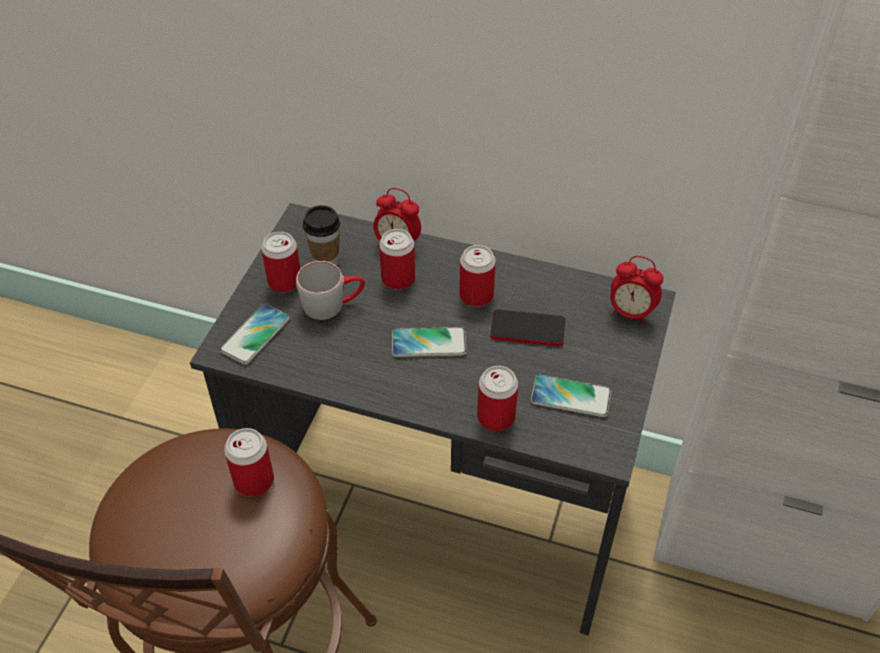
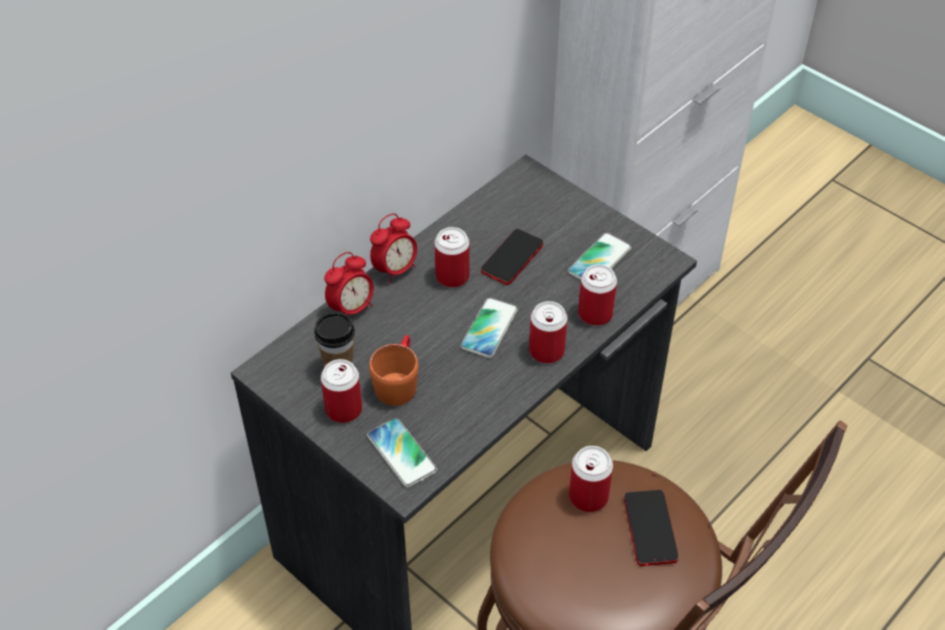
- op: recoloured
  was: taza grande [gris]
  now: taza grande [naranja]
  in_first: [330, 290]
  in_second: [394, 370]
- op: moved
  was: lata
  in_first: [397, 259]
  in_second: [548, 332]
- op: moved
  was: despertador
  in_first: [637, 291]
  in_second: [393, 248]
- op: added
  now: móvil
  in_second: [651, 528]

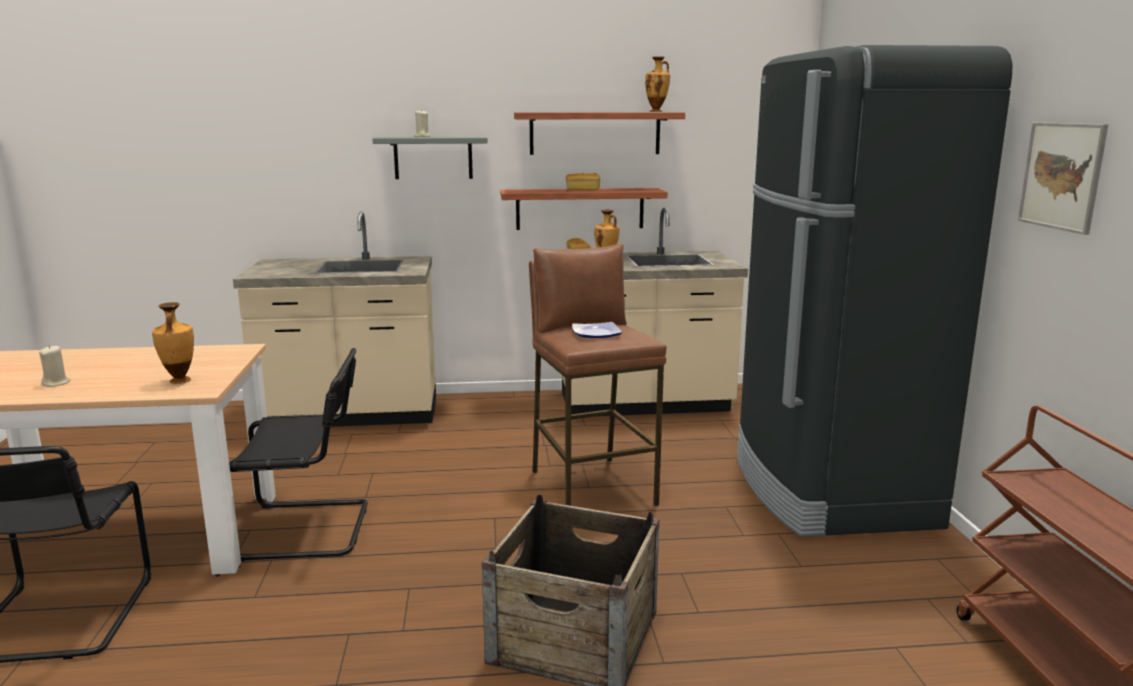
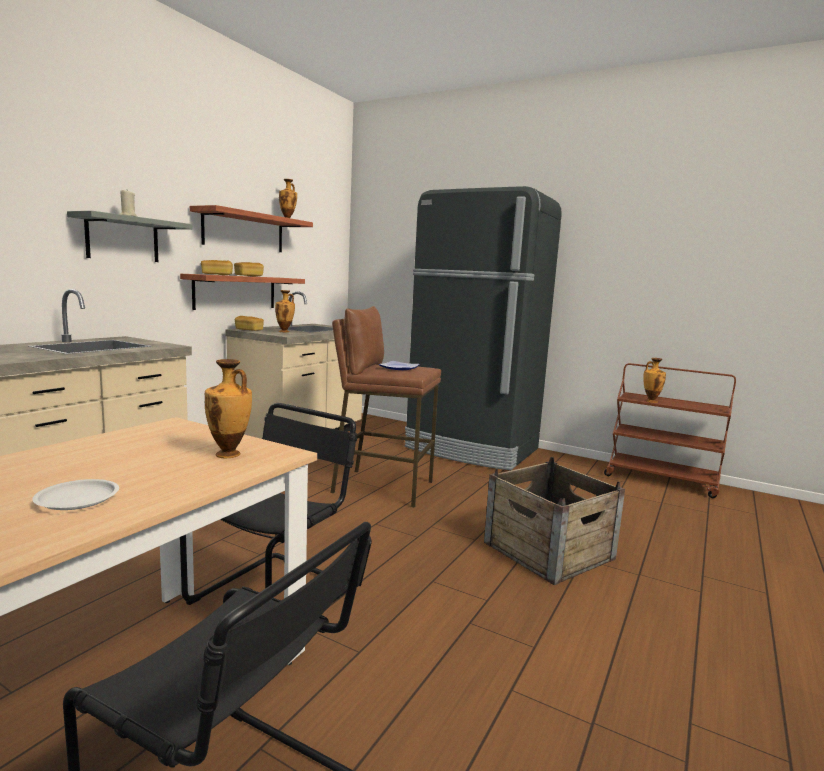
- op: replaced
  was: vela [beis]
  now: plato [blanco]
  in_first: [54, 366]
  in_second: [75, 494]
- op: removed
  was: cuadro
  in_first: [1063, 178]
- op: added
  now: pan
  in_second: [217, 267]
- op: added
  now: florero
  in_second: [654, 380]

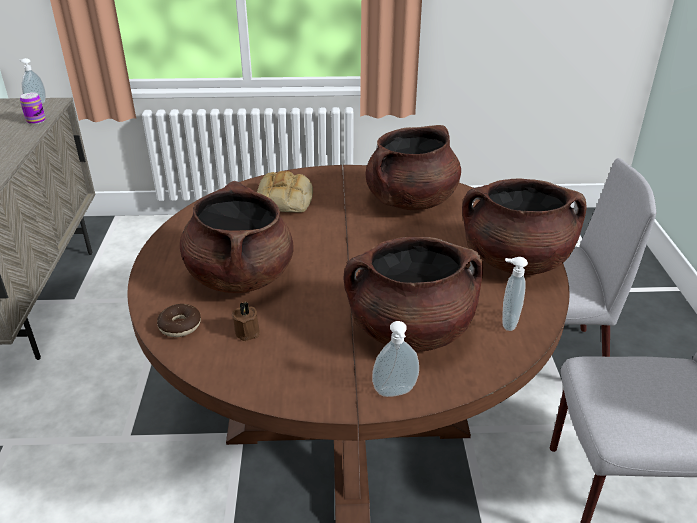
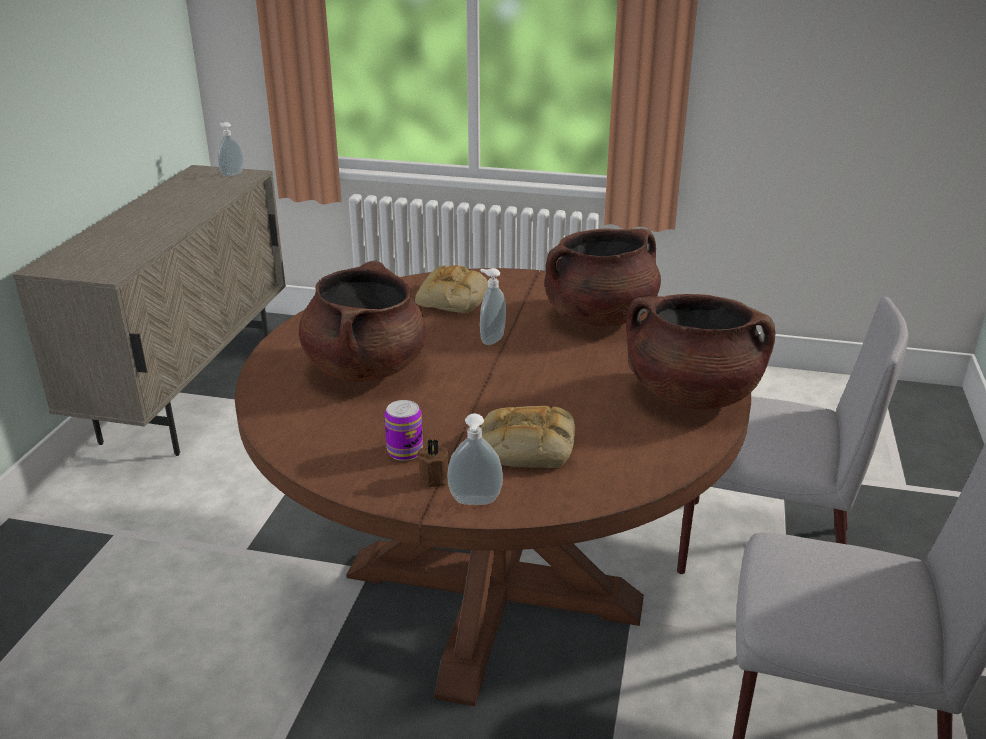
- op: moved
  was: lata
  in_first: [32, 108]
  in_second: [403, 430]
- op: removed
  was: rosquilla
  in_first: [179, 320]
- op: moved
  was: vela [marrón]
  in_first: [246, 321]
  in_second: [432, 463]
- op: replaced
  was: olla [marrón]
  now: pan
  in_first: [413, 294]
  in_second: [528, 437]
- op: moved
  was: dispensador de jabón
  in_first: [515, 294]
  in_second: [493, 306]

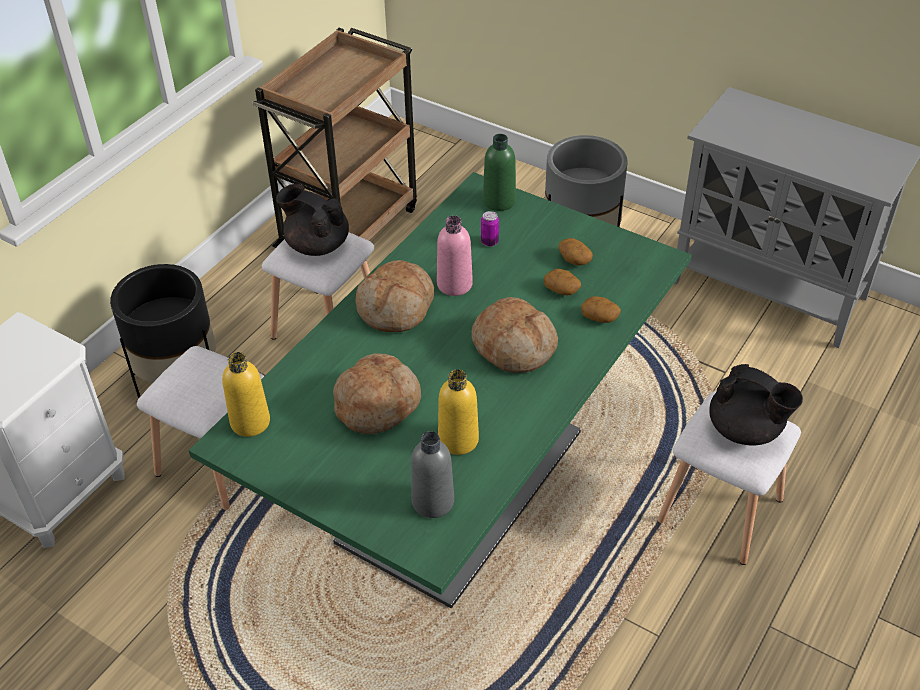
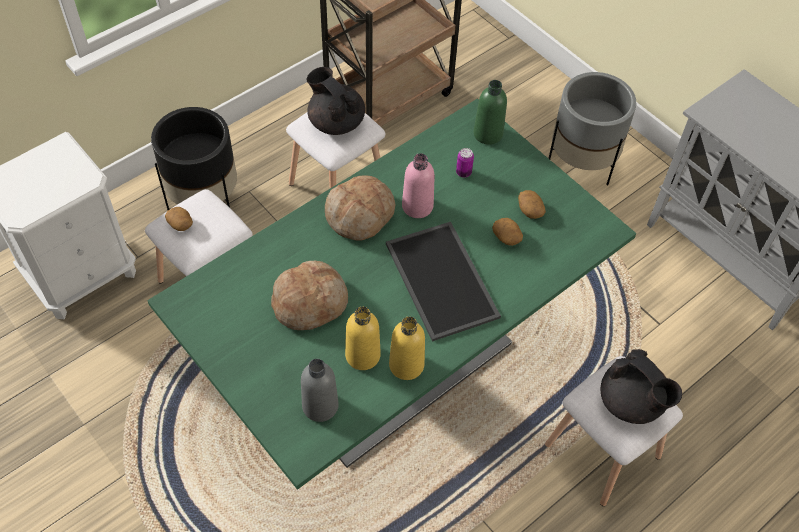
- op: moved
  was: botella [amarillo]
  in_first: [246, 394]
  in_second: [407, 348]
- op: replaced
  was: pan
  now: bandeja
  in_first: [514, 335]
  in_second: [443, 282]
- op: moved
  was: patata
  in_first: [601, 309]
  in_second: [179, 219]

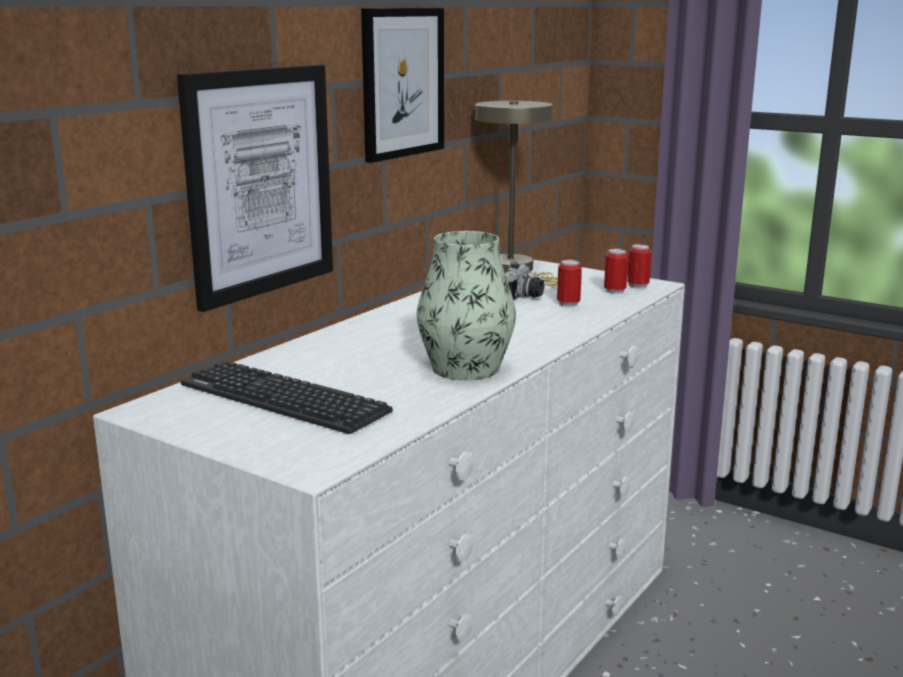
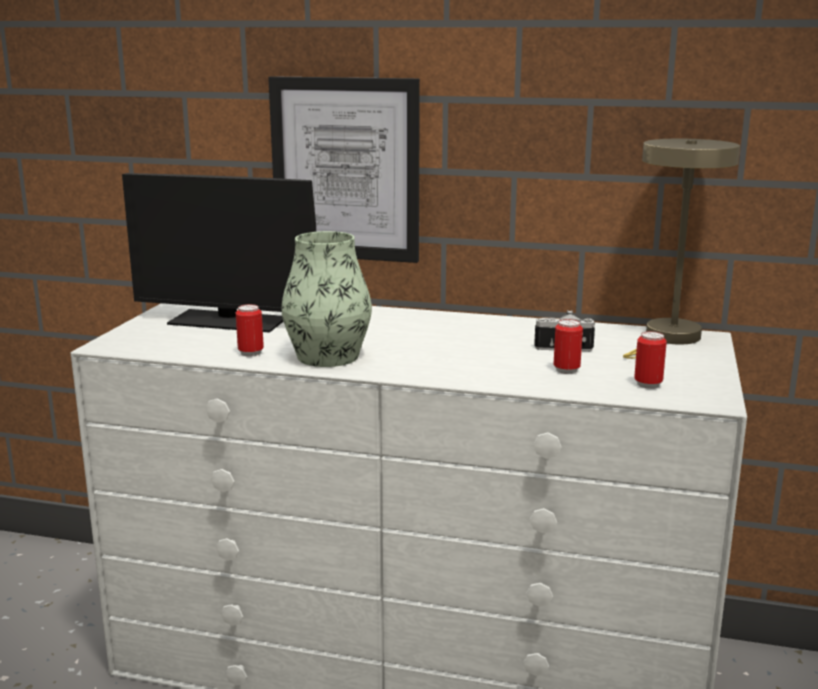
- op: replaced
  was: teclado
  now: monitor
  in_first: [287, 397]
  in_second: [219, 253]
- op: removed
  was: cuadro
  in_first: [402, 85]
- op: moved
  was: lata
  in_first: [639, 266]
  in_second: [250, 330]

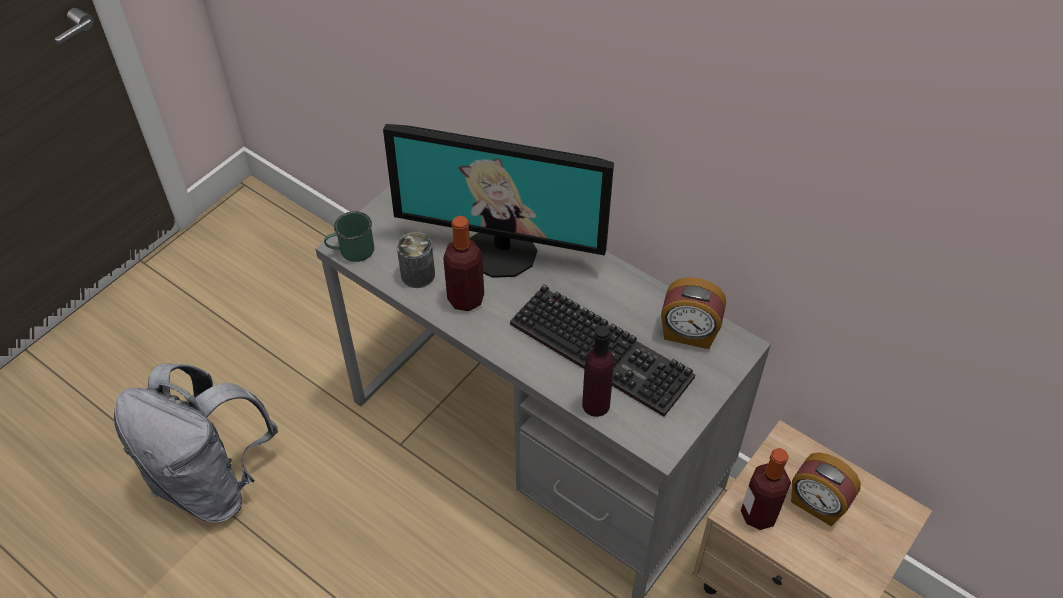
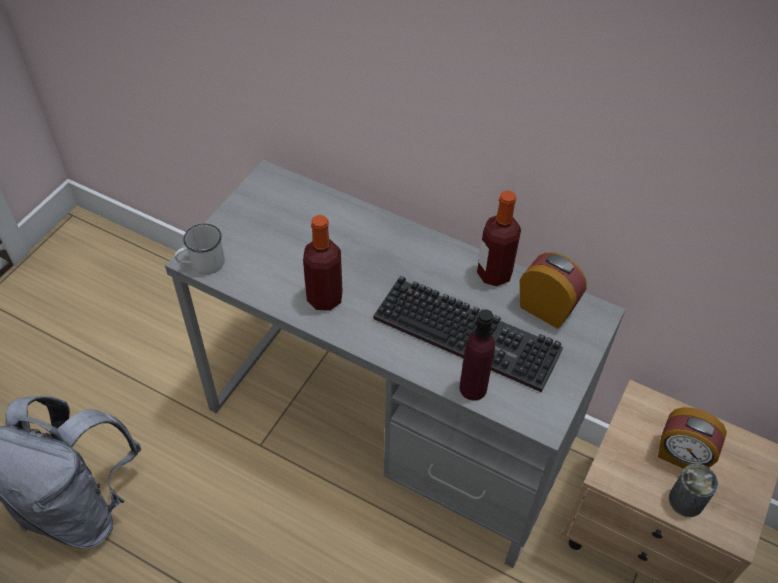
- op: recoloured
  was: taza grande [verde]
  now: taza grande [blanco]
  in_first: [349, 236]
  in_second: [199, 249]
- op: removed
  was: monitor
  in_first: [498, 201]
- op: moved
  was: lata
  in_first: [416, 260]
  in_second: [693, 490]
- op: turned
  was: despertador
  in_first: [693, 313]
  in_second: [553, 290]
  clockwise: -150
- op: moved
  was: botella
  in_first: [766, 489]
  in_second: [499, 238]

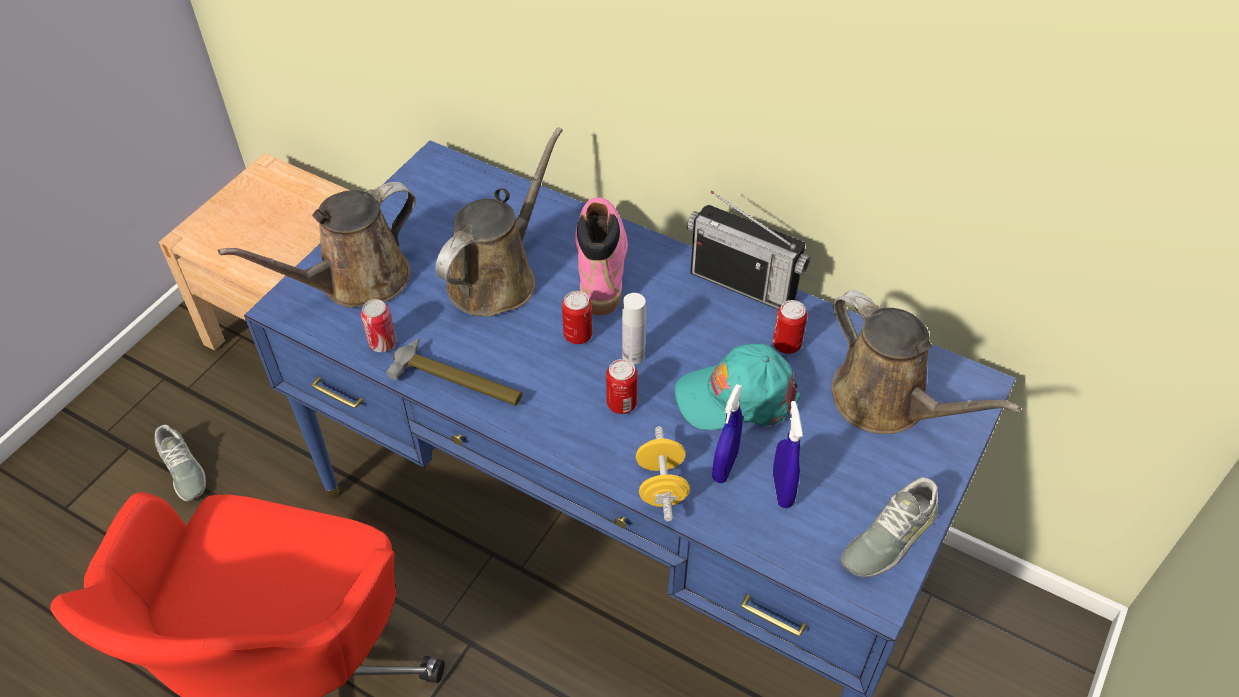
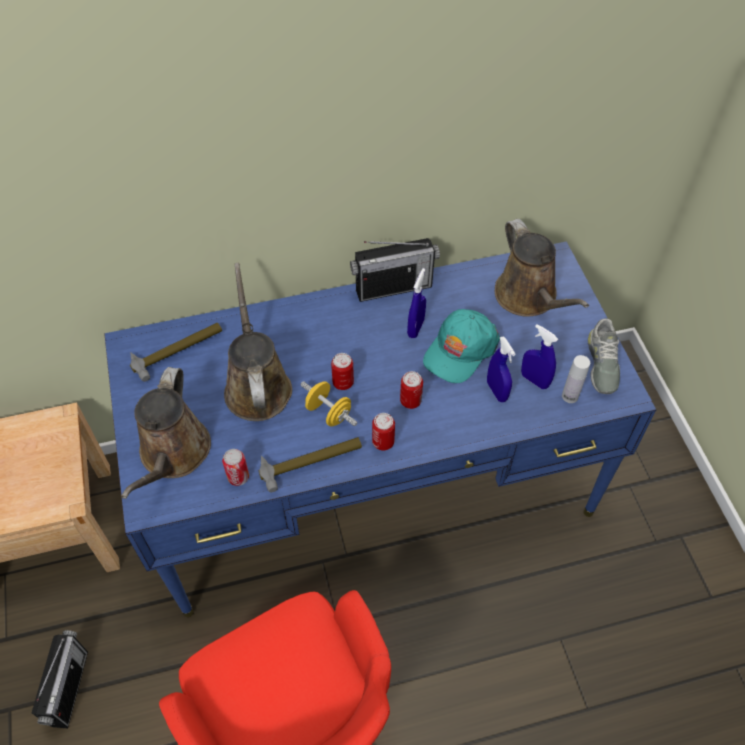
- op: replaced
  was: zapato [gris]
  now: radio
  in_first: [180, 463]
  in_second: [60, 679]
- op: removed
  was: bota [rosa]
  in_first: [601, 256]
- op: moved
  was: botella [blanco]
  in_first: [634, 328]
  in_second: [576, 379]
- op: moved
  was: mancuerna [amarillo]
  in_first: [663, 473]
  in_second: [329, 404]
- op: moved
  was: lata
  in_first: [790, 327]
  in_second: [383, 431]
- op: turned
  was: regadera [marrón]
  in_first: [926, 362]
  in_second: [542, 268]
  clockwise: 60
- op: added
  now: martillo
  in_second: [176, 352]
- op: added
  now: pulverizador [azul]
  in_second: [416, 303]

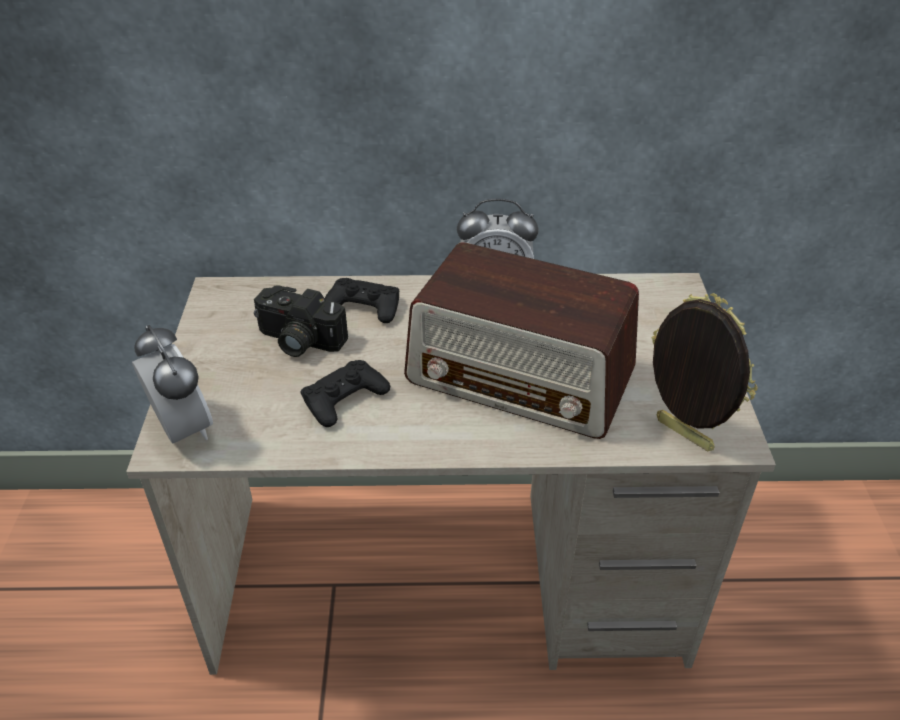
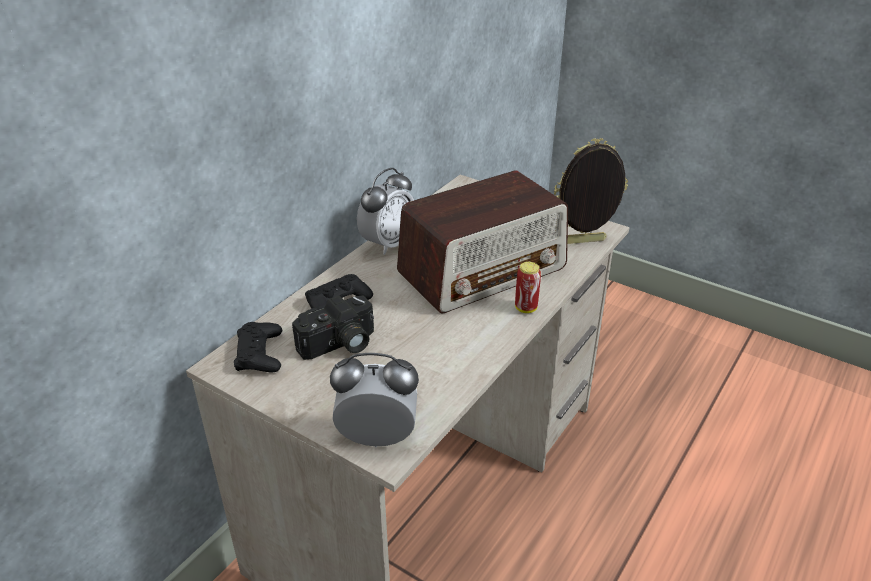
- op: moved
  was: mando de consola [negro]
  in_first: [345, 393]
  in_second: [258, 347]
- op: added
  now: lata
  in_second: [528, 287]

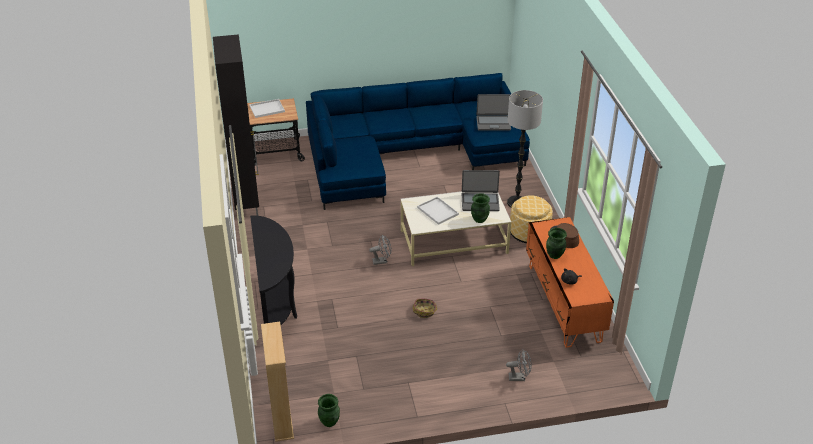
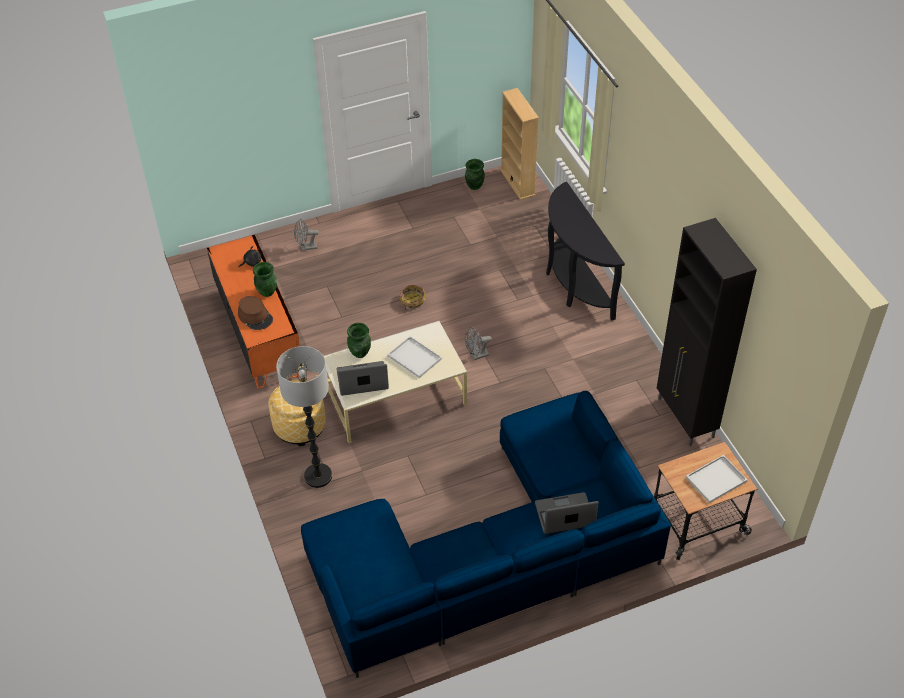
- op: moved
  was: portátil
  in_first: [493, 112]
  in_second: [567, 513]

